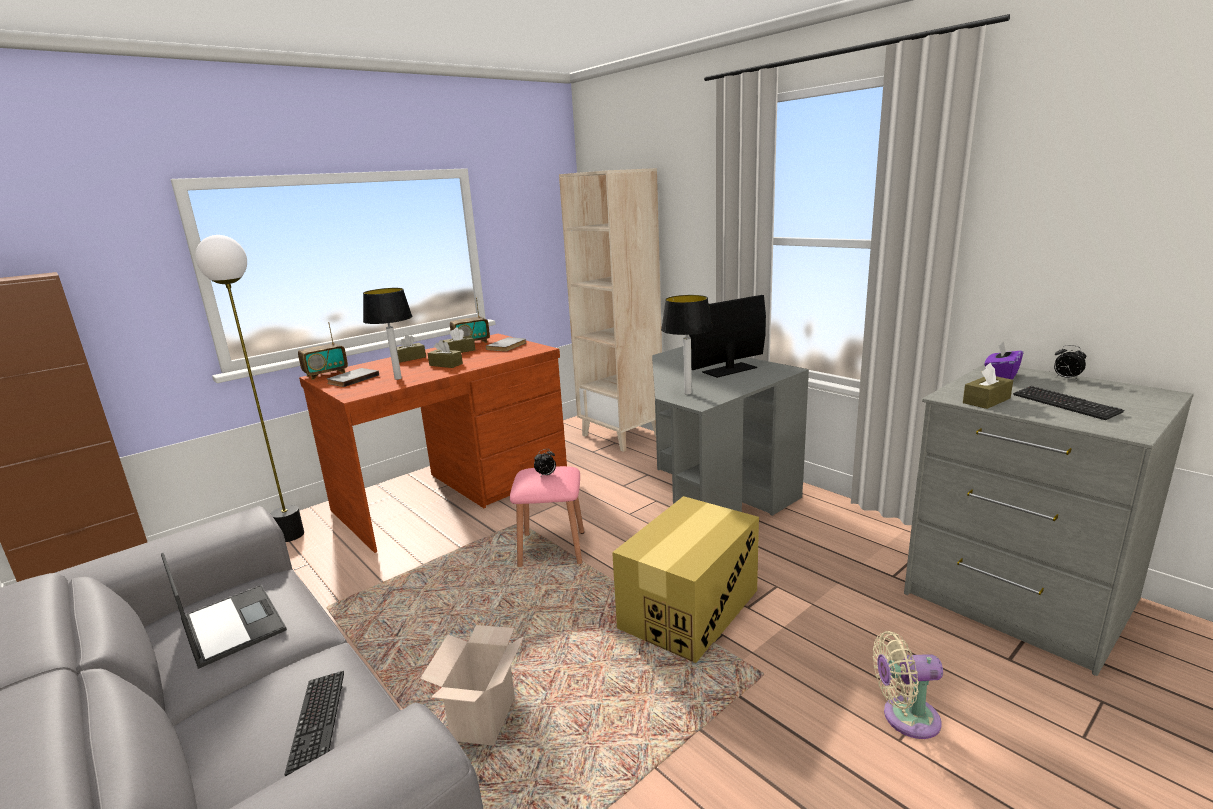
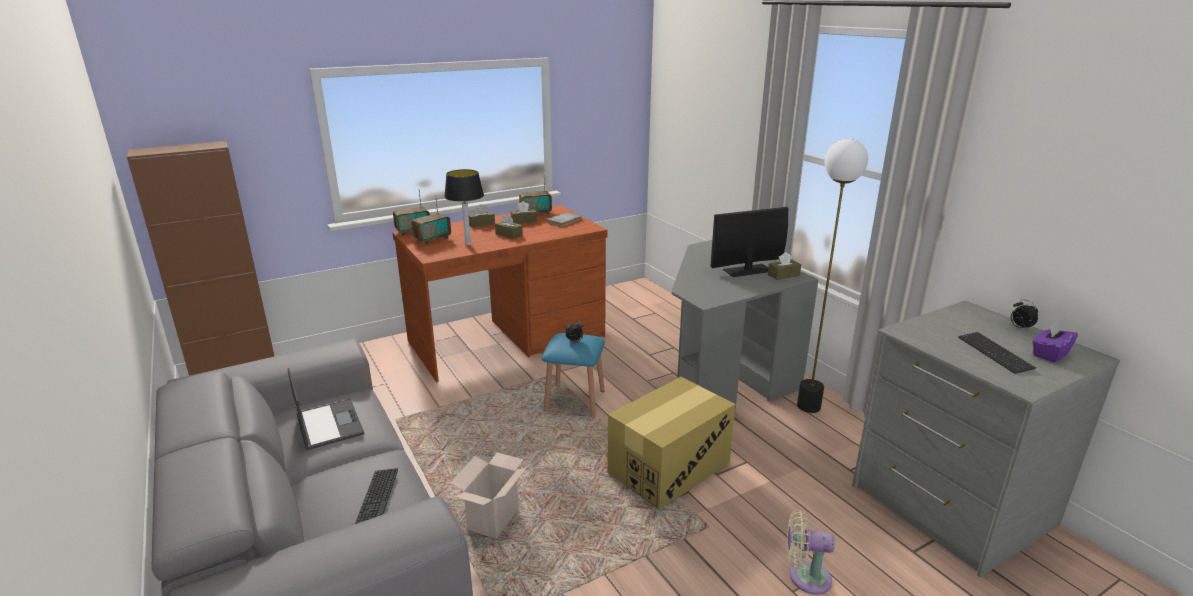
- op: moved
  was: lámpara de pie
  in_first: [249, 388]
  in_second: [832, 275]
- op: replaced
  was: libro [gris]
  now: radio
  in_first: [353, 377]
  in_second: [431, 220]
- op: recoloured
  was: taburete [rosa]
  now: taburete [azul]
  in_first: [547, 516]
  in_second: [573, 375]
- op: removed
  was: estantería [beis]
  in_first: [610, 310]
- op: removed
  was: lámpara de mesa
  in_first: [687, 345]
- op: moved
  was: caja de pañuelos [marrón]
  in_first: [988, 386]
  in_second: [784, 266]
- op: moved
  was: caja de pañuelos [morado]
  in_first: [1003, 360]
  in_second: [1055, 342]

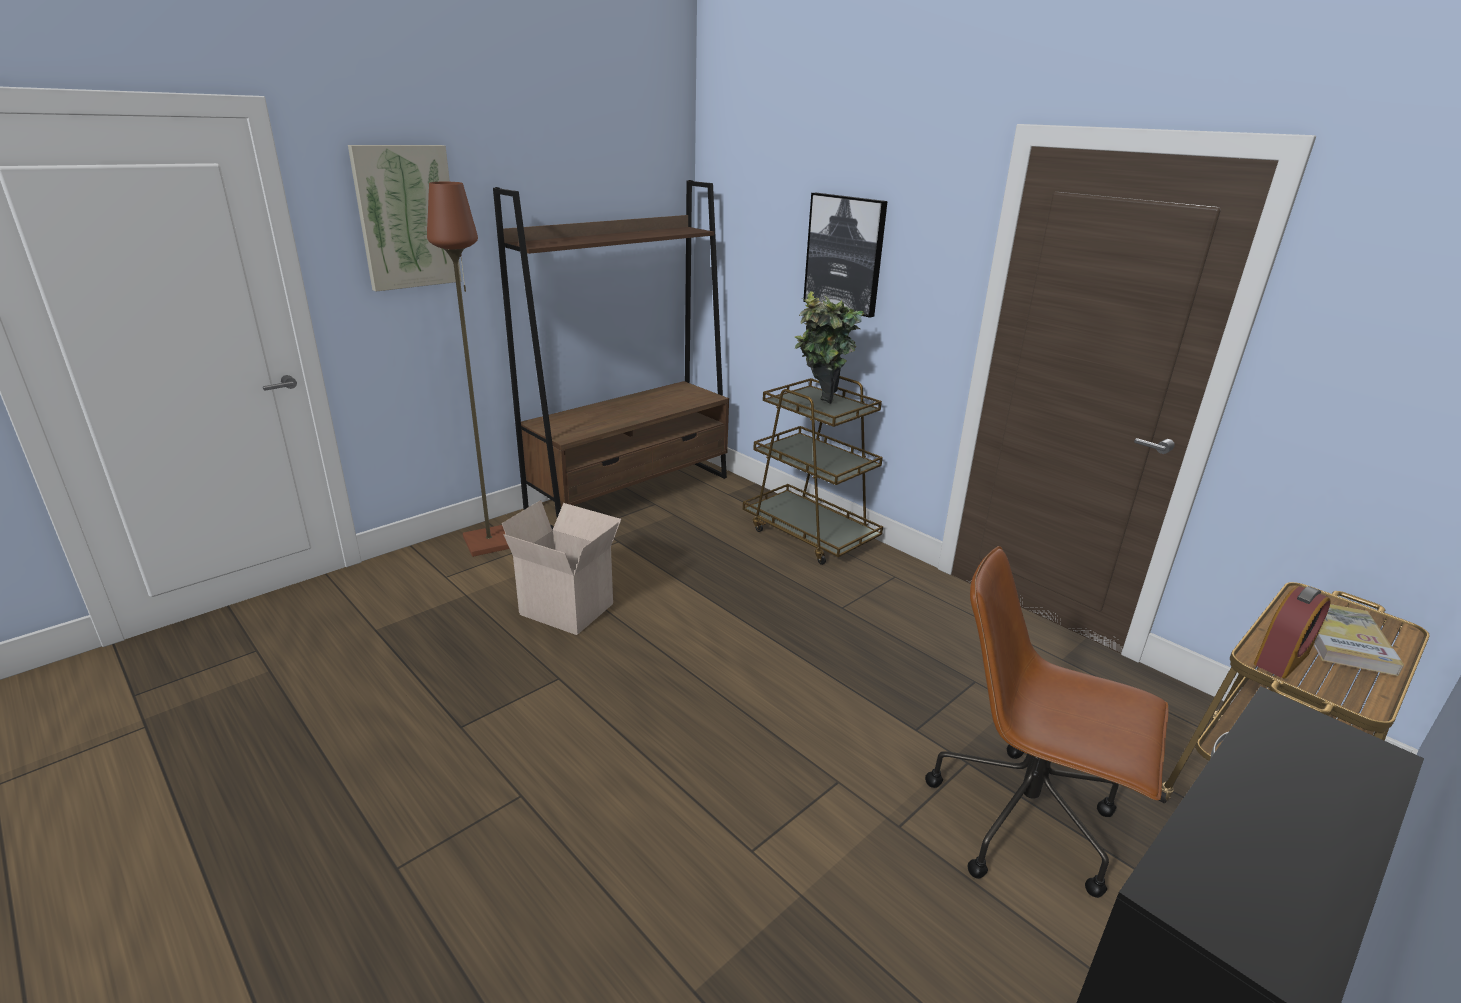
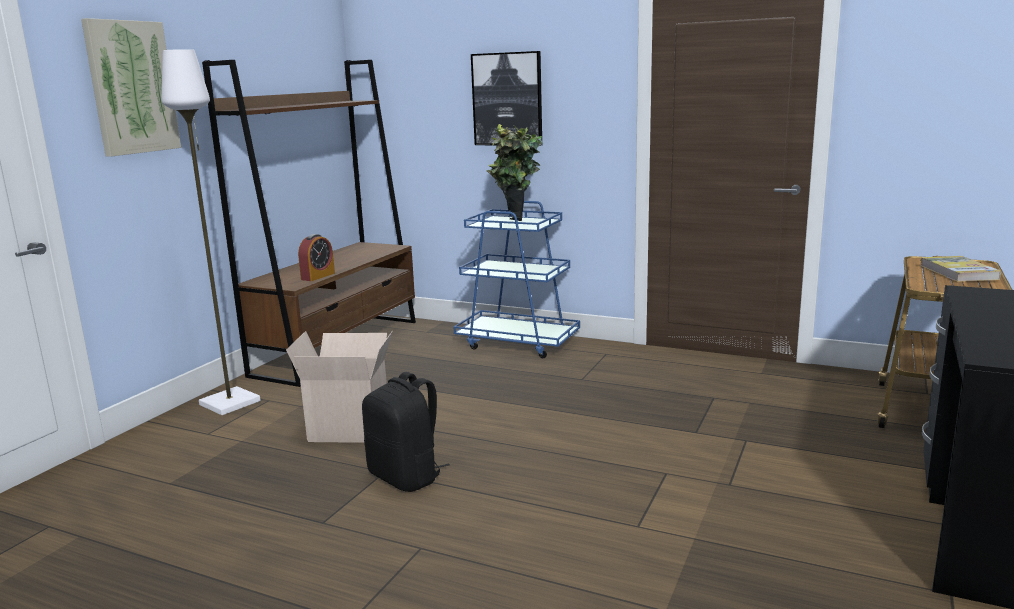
- op: recoloured
  was: lámpara de pie [marrón]
  now: lámpara de pie [blanco]
  in_first: [468, 369]
  in_second: [211, 232]
- op: recoloured
  was: carrito [marrón]
  now: carrito [azul]
  in_first: [813, 470]
  in_second: [516, 279]
- op: removed
  was: silla de oficina [marrón]
  in_first: [1047, 722]
- op: moved
  was: despertador
  in_first: [1292, 632]
  in_second: [316, 257]
- op: added
  now: mochila [negro]
  in_second: [406, 432]

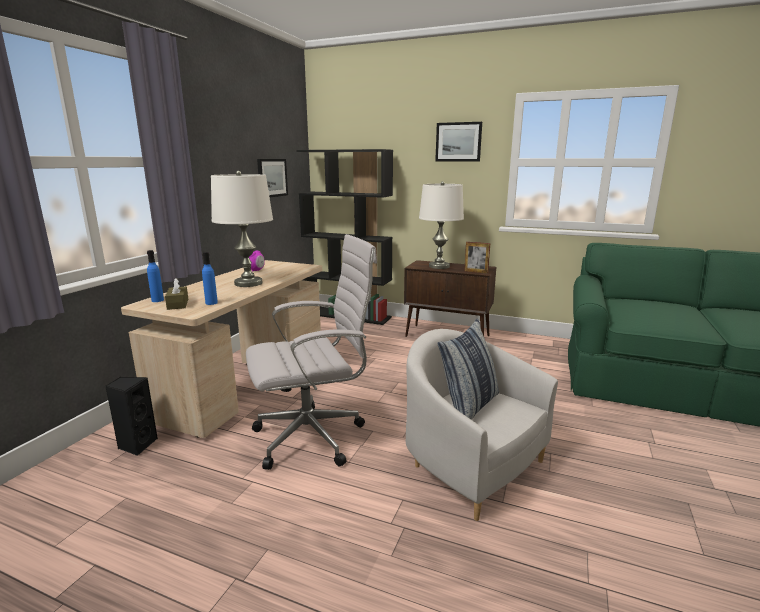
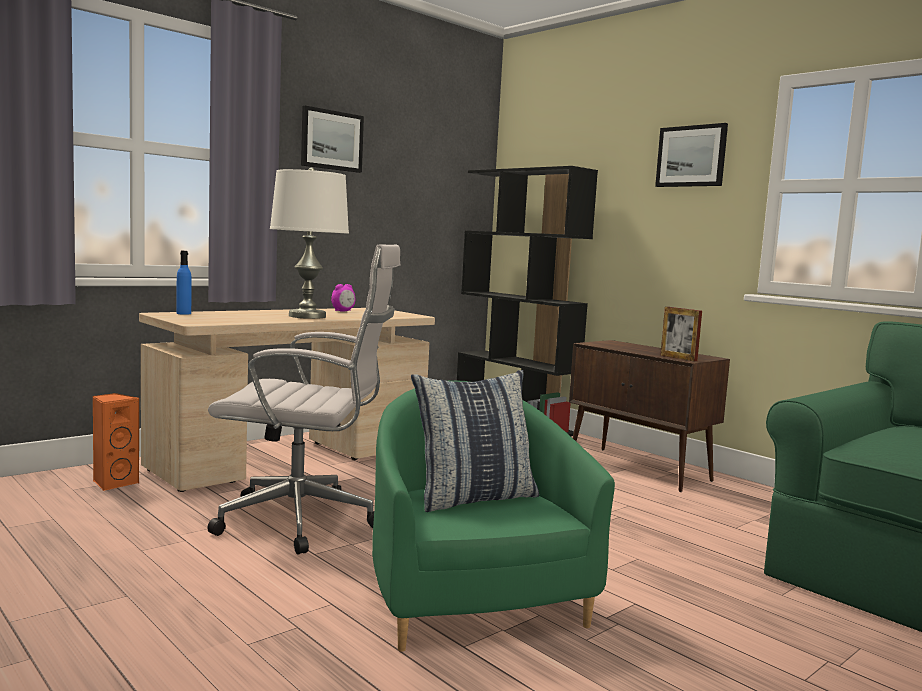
- op: recoloured
  was: altavoz [negro]
  now: altavoz [naranja]
  in_first: [131, 416]
  in_second: [115, 442]
- op: removed
  was: caja de pañuelos [marrón]
  in_first: [176, 294]
- op: removed
  was: botella [azul]
  in_first: [210, 278]
- op: moved
  was: cuadro
  in_first: [272, 178]
  in_second: [332, 139]
- op: recoloured
  was: sillón [blanco]
  now: sillón [verde]
  in_first: [482, 425]
  in_second: [493, 516]
- op: removed
  was: lámpara de mesa [blanco]
  in_first: [441, 225]

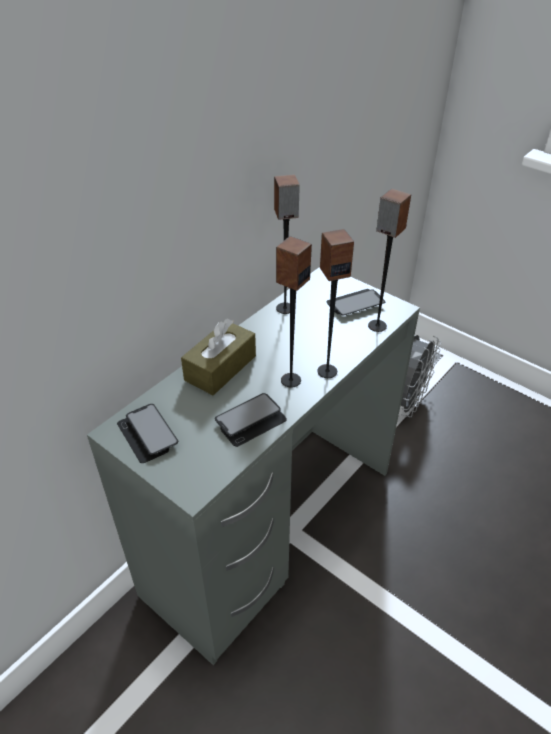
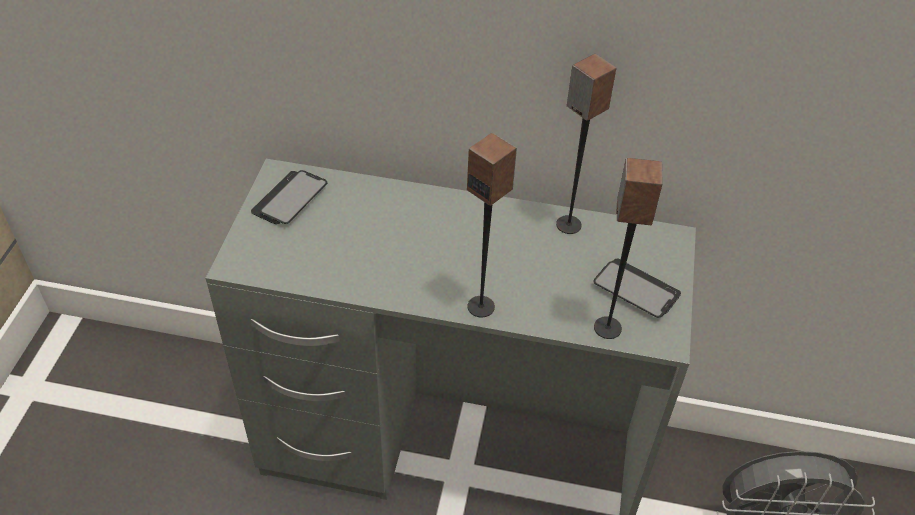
- op: removed
  was: caja de pañuelos [marrón]
  in_first: [218, 357]
- op: removed
  was: móvil
  in_first: [250, 420]
- op: removed
  was: altavoz
  in_first: [294, 312]

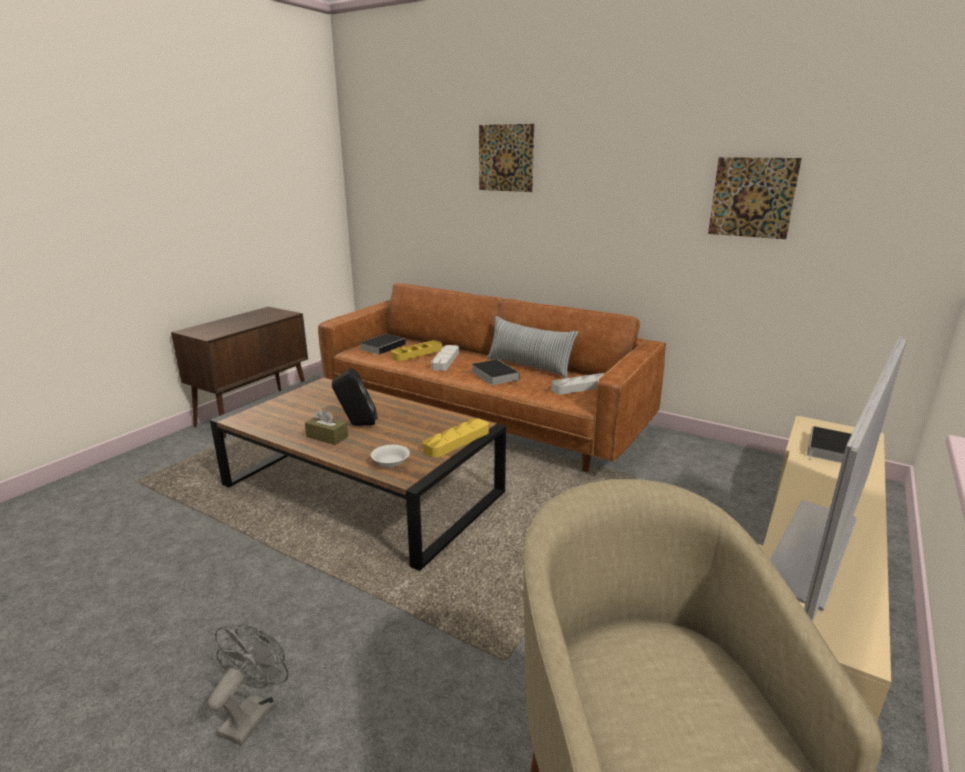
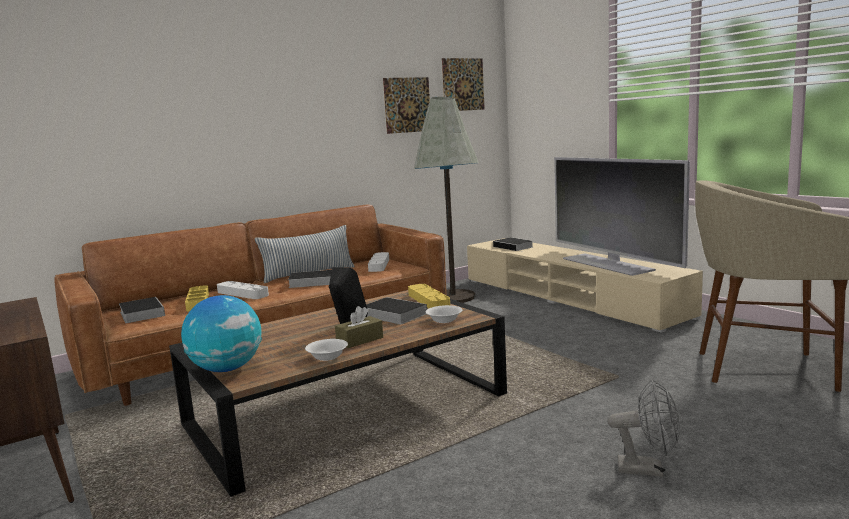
- op: turned
  was: ventilador [gris]
  in_first: [247, 684]
  in_second: [643, 428]
  clockwise: 150
- op: moved
  was: cuadro
  in_first: [507, 158]
  in_second: [463, 84]
- op: added
  now: globo terráqueo
  in_second: [221, 333]
- op: added
  now: cuenco [blanco]
  in_second: [326, 350]
- op: added
  now: libro
  in_second: [396, 310]
- op: added
  now: lámpara de pie [gris]
  in_second: [446, 200]

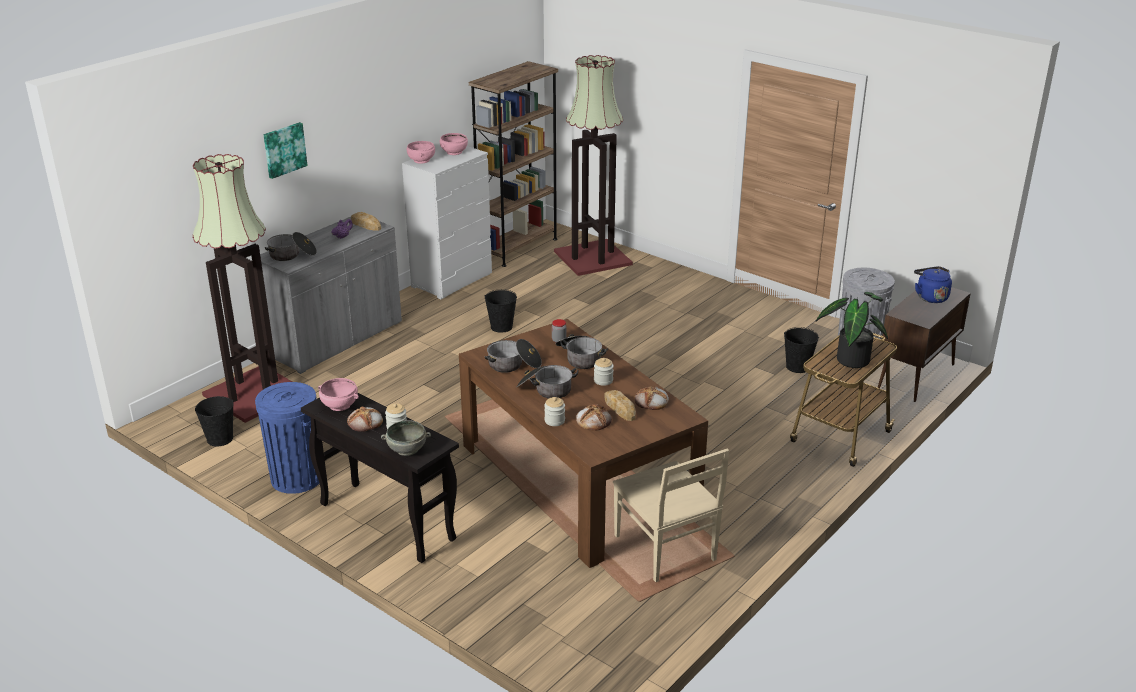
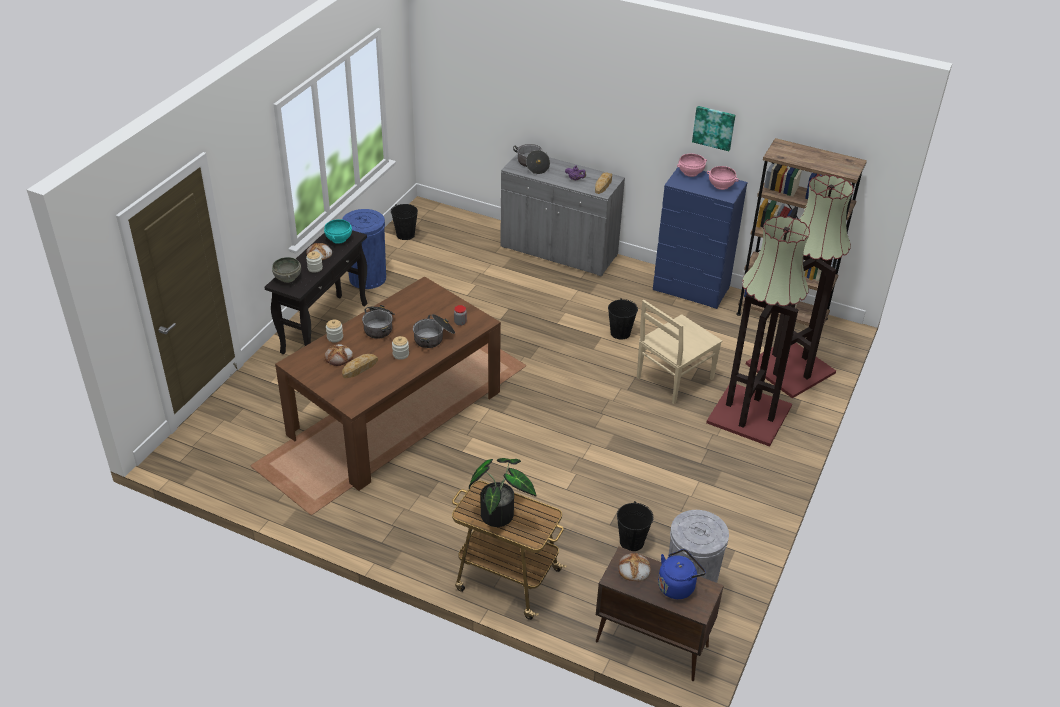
- op: moved
  was: lámpara de pie
  in_first: [242, 288]
  in_second: [758, 331]
- op: moved
  was: cuadro
  in_first: [286, 150]
  in_second: [713, 128]
- op: recoloured
  was: cuenco [rosa]
  now: cuenco [turquesa]
  in_first: [338, 394]
  in_second: [338, 231]
- op: recoloured
  was: cómoda [blanco]
  now: cómoda [azul]
  in_first: [447, 222]
  in_second: [700, 238]
- op: removed
  was: olla
  in_first: [513, 356]
- op: moved
  was: silla [beis]
  in_first: [671, 515]
  in_second: [679, 352]
- op: moved
  was: pan
  in_first: [652, 398]
  in_second: [635, 567]

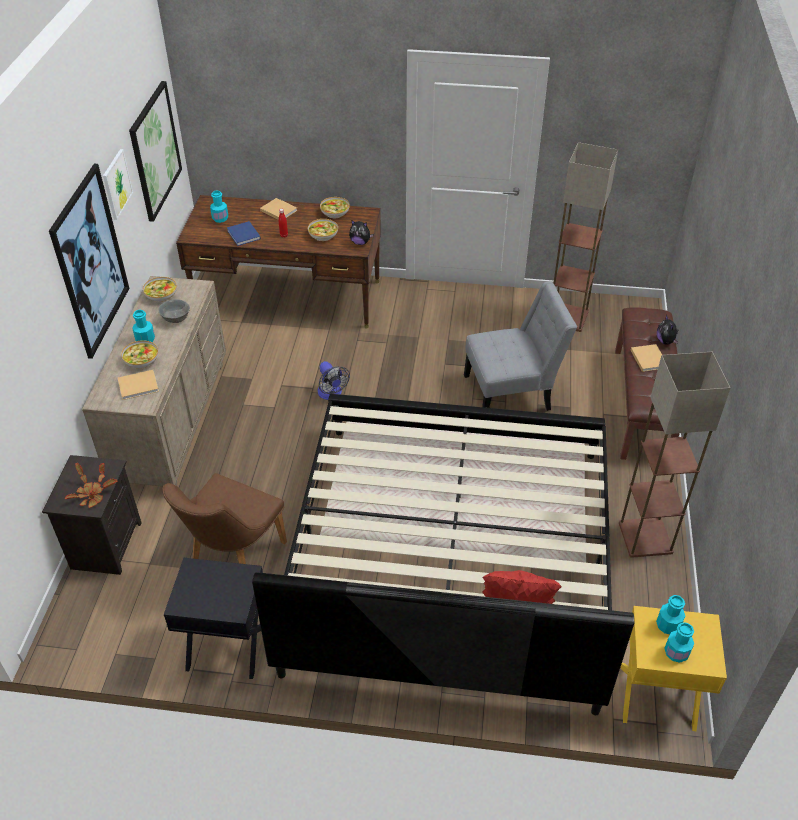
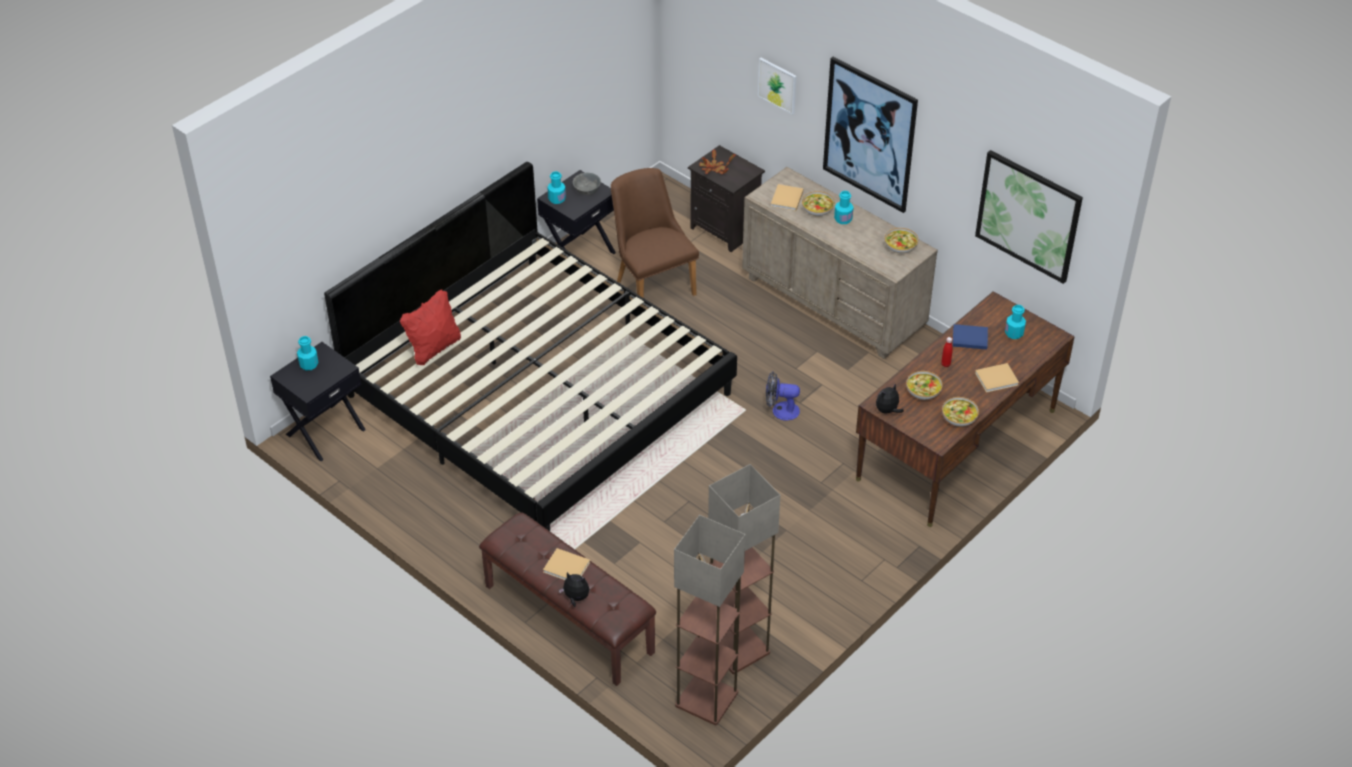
- op: moved
  was: cuadro
  in_first: [118, 184]
  in_second: [777, 86]
- op: moved
  was: cuenco [gris]
  in_first: [174, 311]
  in_second: [587, 184]
- op: removed
  was: silla [gris]
  in_first: [520, 346]
- op: moved
  was: lámpara de pie
  in_first: [674, 455]
  in_second: [709, 620]
- op: recoloured
  was: mesita de noche [amarillo]
  now: mesita de noche [negro]
  in_first: [674, 668]
  in_second: [318, 401]
- op: moved
  was: botella [turquesa]
  in_first: [670, 614]
  in_second: [556, 187]

